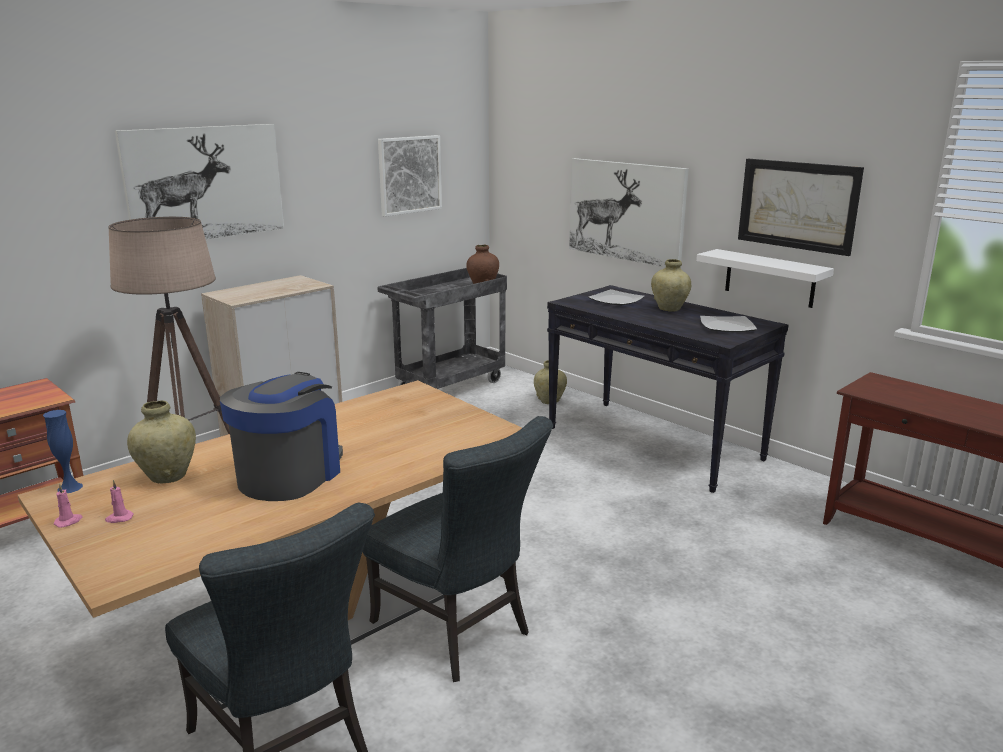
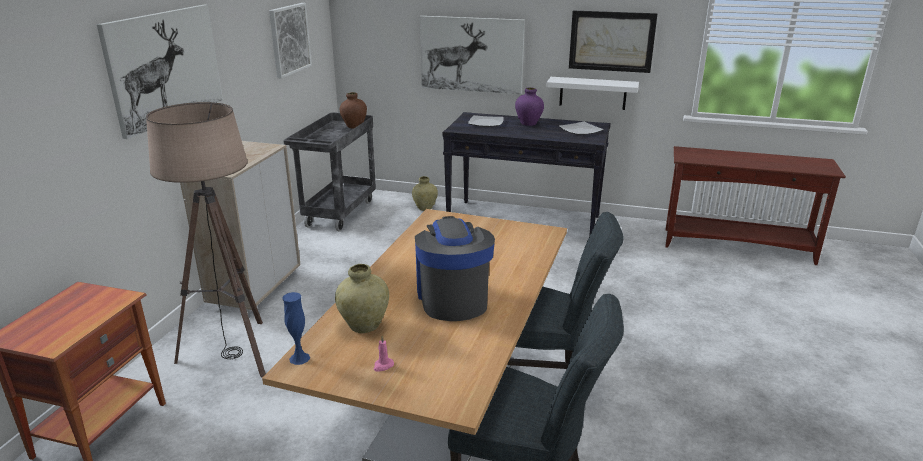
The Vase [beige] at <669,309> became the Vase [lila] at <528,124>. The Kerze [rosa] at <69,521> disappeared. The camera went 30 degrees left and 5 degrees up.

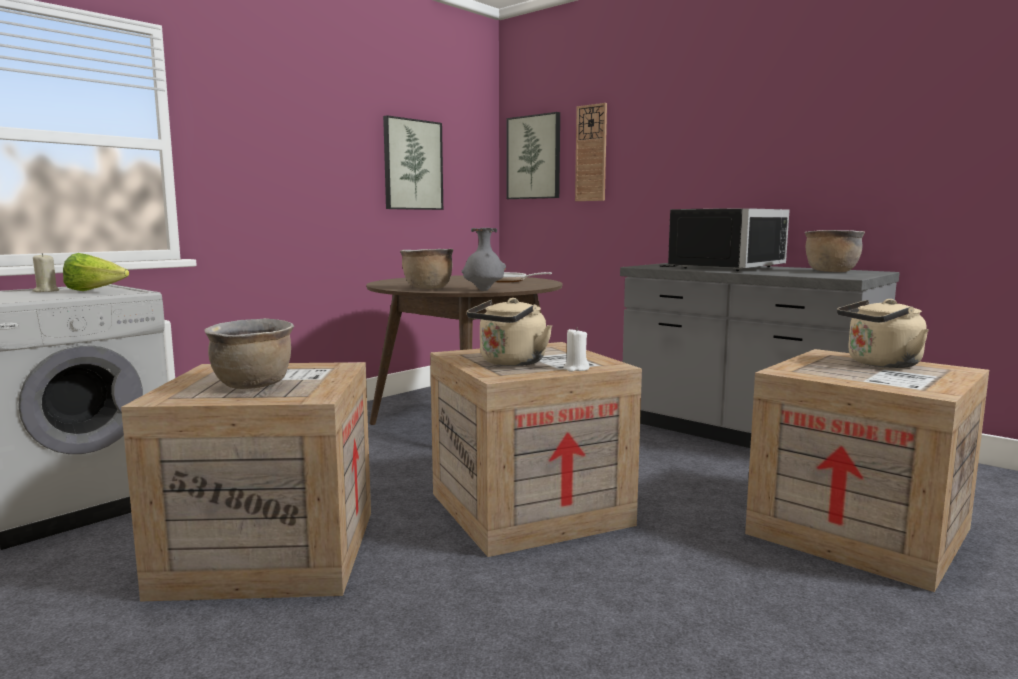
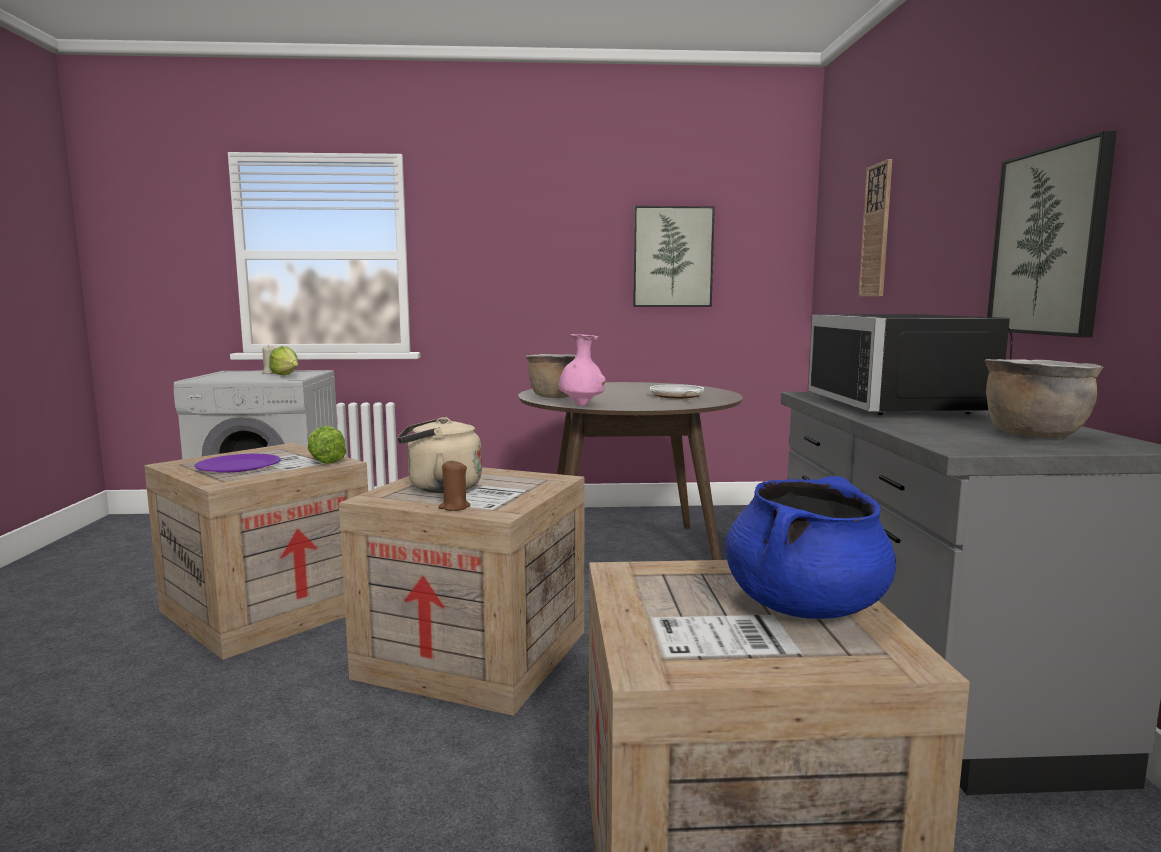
The Bild moved from <534,157> to <1049,242>. The Mikrowelle [schwarz] at <719,267> turned 90 degrees clockwise. The Vase [grau] at <483,290> became the Vase [rosa] at <582,405>. The Wasserkessel [beige] at <880,364> was replaced by the Kochtopf [blau] at <805,606>. The Kochtopf [braun] at <253,385> was replaced by the Teller [lila] at <239,466>. The Kerze [weiß] at <575,369> became the Kerze [braun] at <454,507>. The Salatkopf at <324,461> appeared. The camera went 45 degrees right and 0 degrees up.

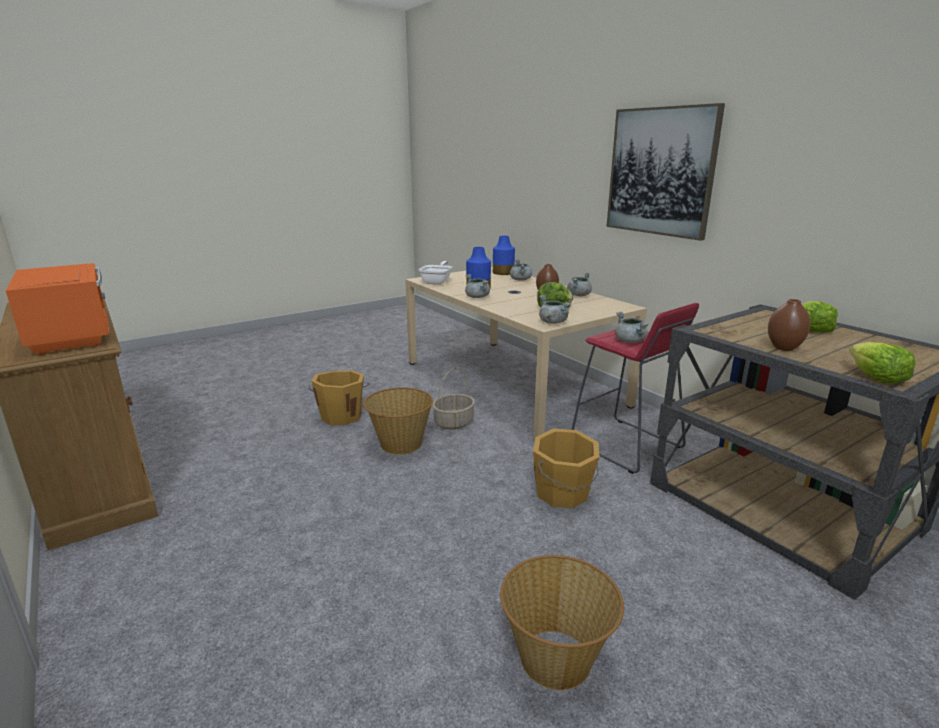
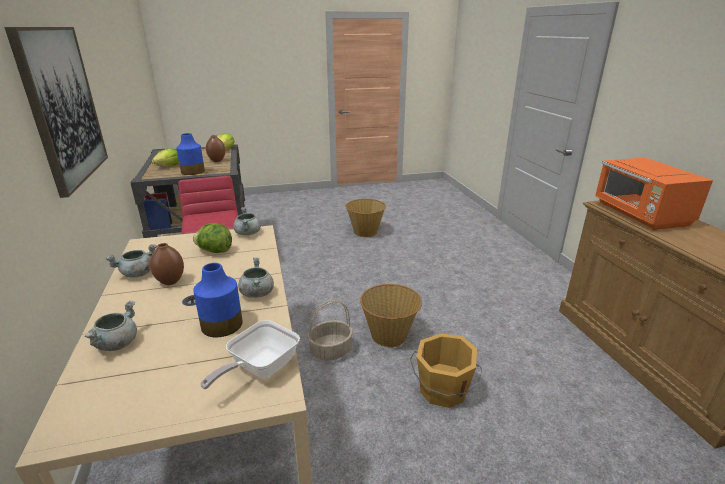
The Vase [blau] moved from <503,272> to <192,171>. The Kochtopf [grau] at <630,341> disappeared. The Eimer [orange] at <563,493> disappeared. The camera went 160 degrees left and 5 degrees up.

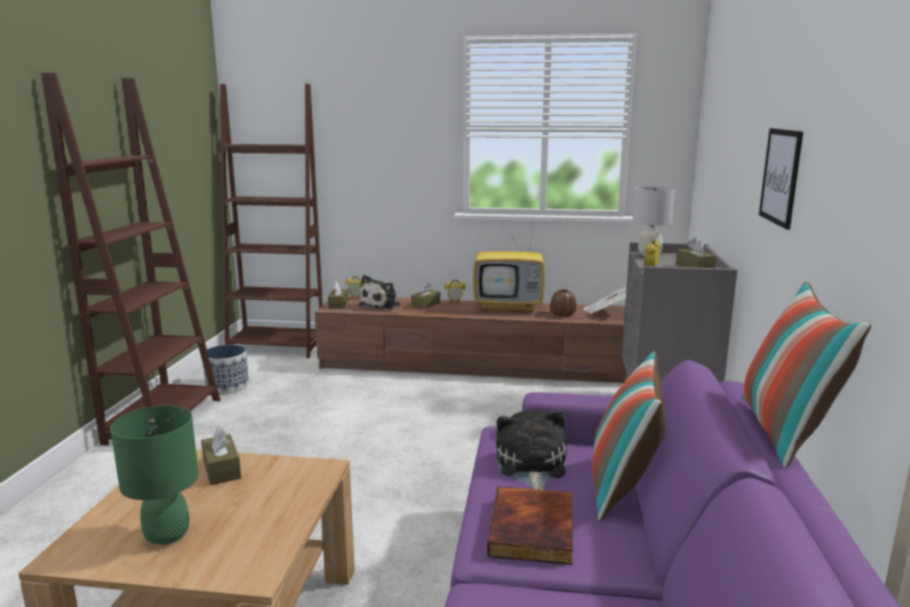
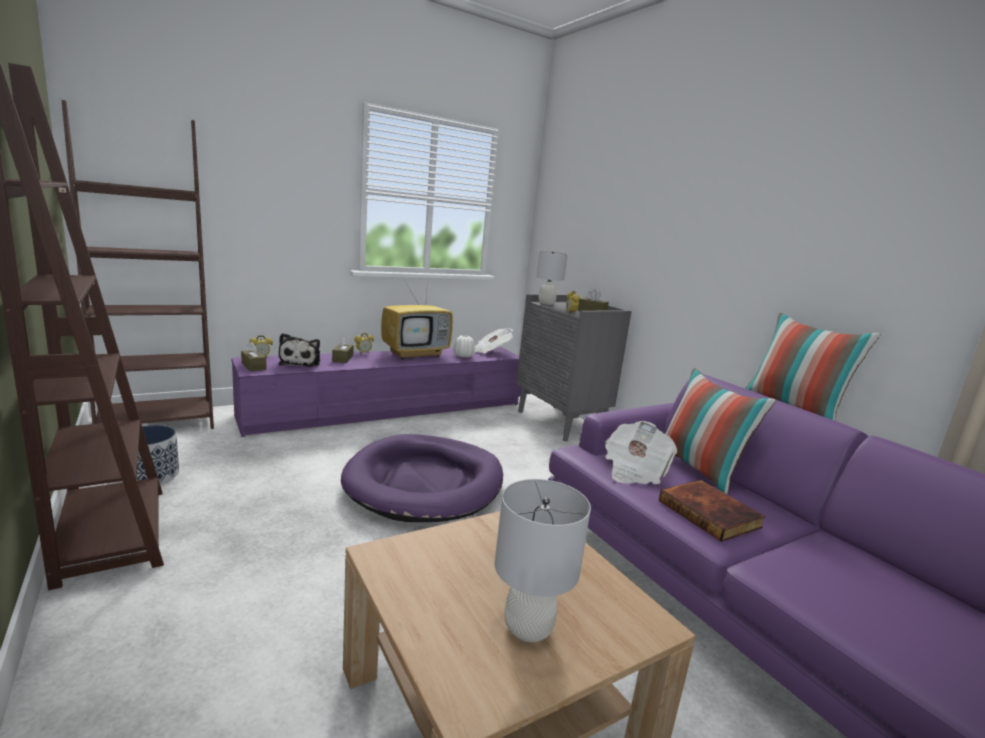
The Bild at <780,176> disappeared. The Vase [braun] at <562,314> became the Vase [weiß] at <463,356>. The Fernsehschrank [braun] at <475,366> became the Fernsehschrank [lila] at <389,409>. The Tischlampe [grün] at <166,536> became the Tischlampe [grau] at <525,629>. The Plüschtier at <530,466> was replaced by the Zeitung at <634,470>. The Taschentuchbox [braun] at <221,469> disappeared. The Hundebett [lila] at <425,483> appeared. The camera went 40 degrees left and 0 degrees up.

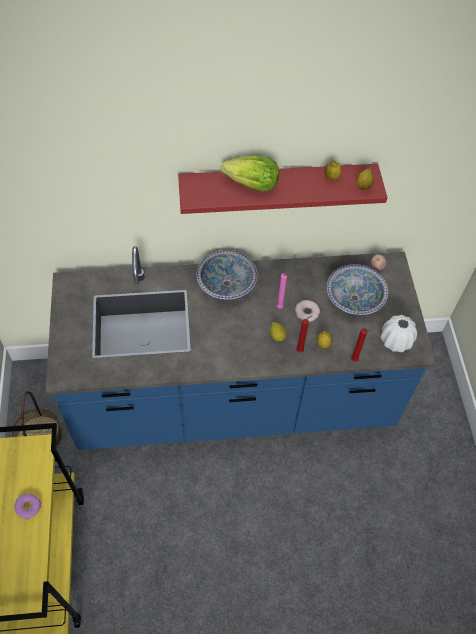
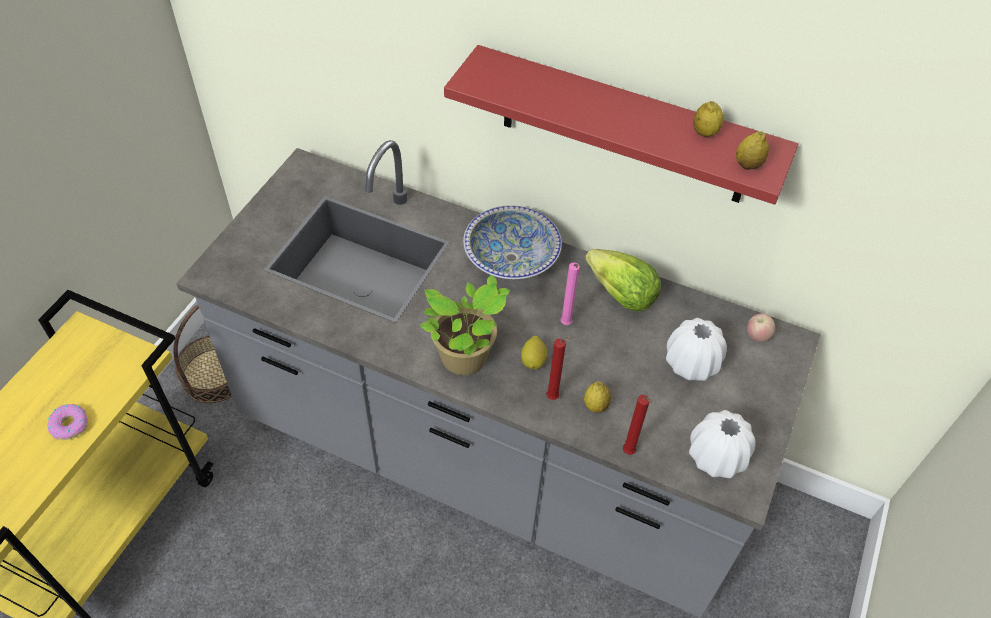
The Salatkopf moved from <252,185> to <621,295>. The Küchenzeile [blau] at <234,399> became the Küchenzeile [grau] at <488,456>. The Schüssel at <355,298> was replaced by the Vase [weiß] at <691,364>. The Donut at <307,312> disappeared. The Topfpflanze at <465,360> appeared. The camera went 30 degrees right and 5 degrees down.

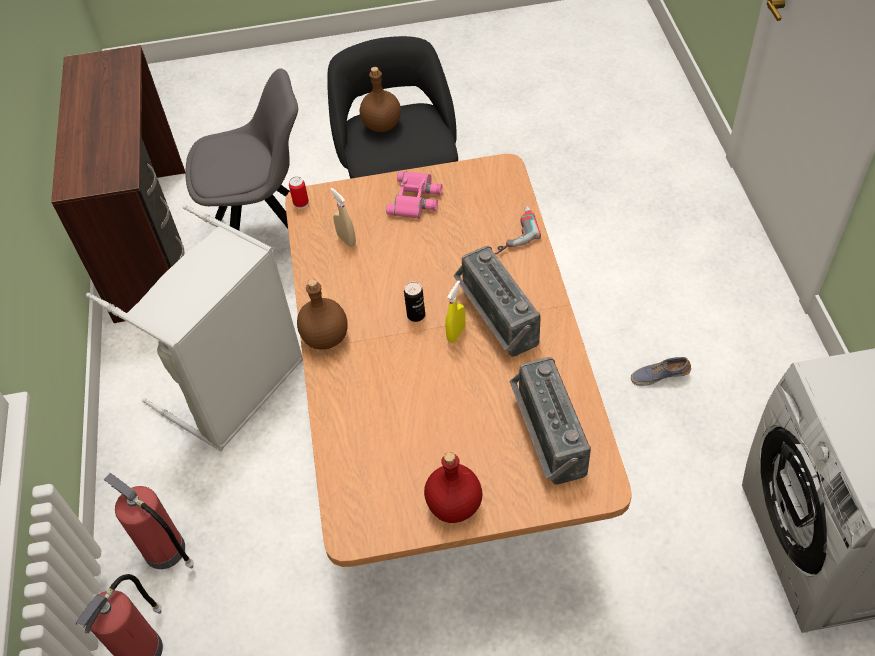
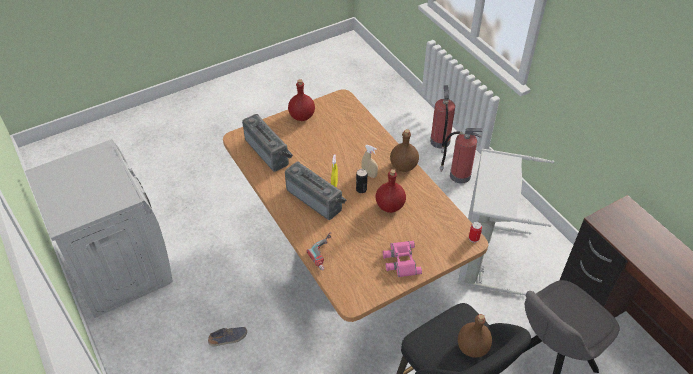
The Sprühflasche [beige] moved from <346,240> to <369,174>. The Flasche [rot] at <390,206> appeared. The camera went 155 degrees right and 5 degrees down.

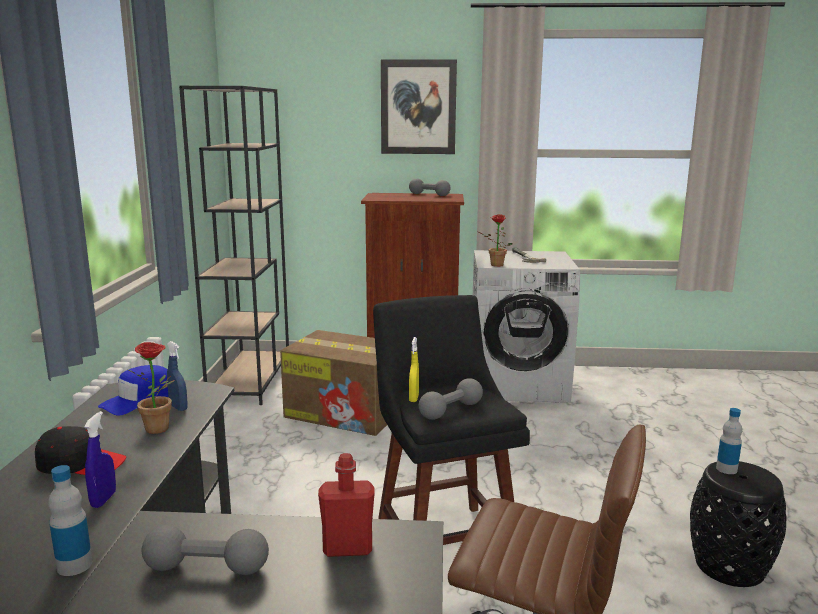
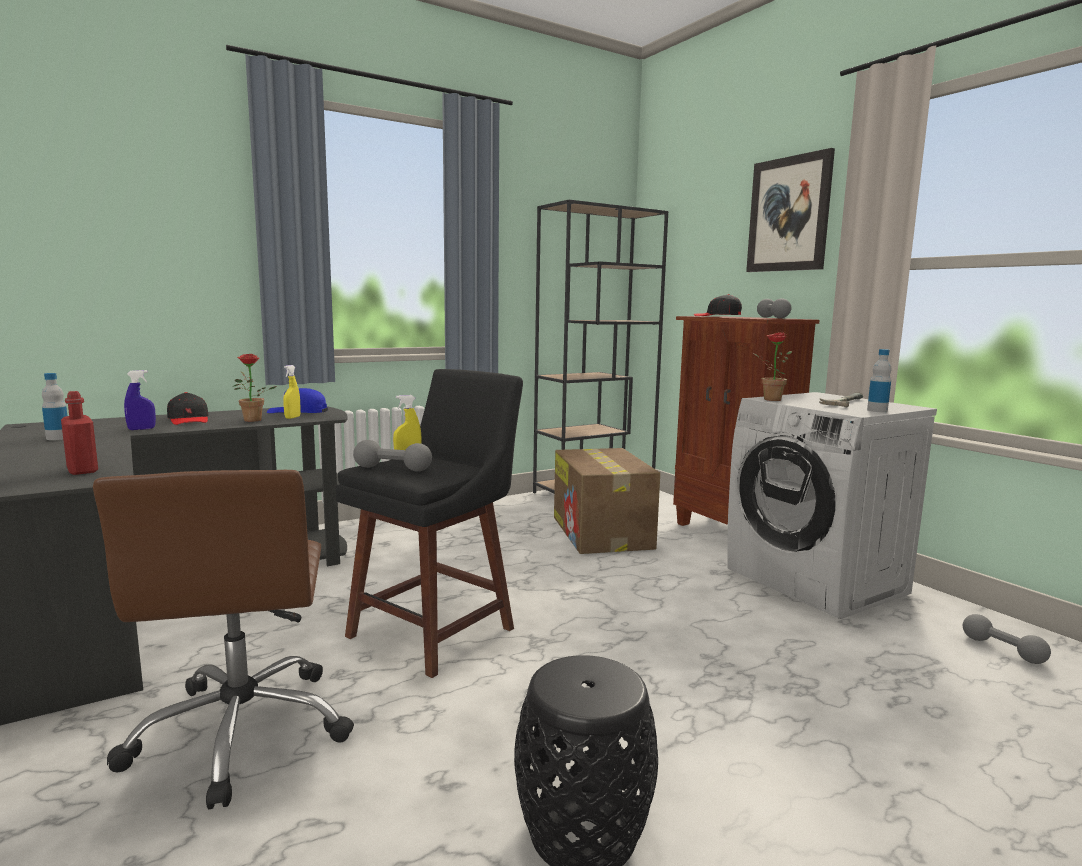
The Sprühflasche [blau] at <178,407> became the Sprühflasche [gelb] at <292,417>. The Flasche moved from <726,469> to <877,410>. The Hantel [grau] moved from <207,568> to <1002,650>. The Kappe [schwarz] at <717,316> appeared. The camera went 55 degrees right and 5 degrees down.

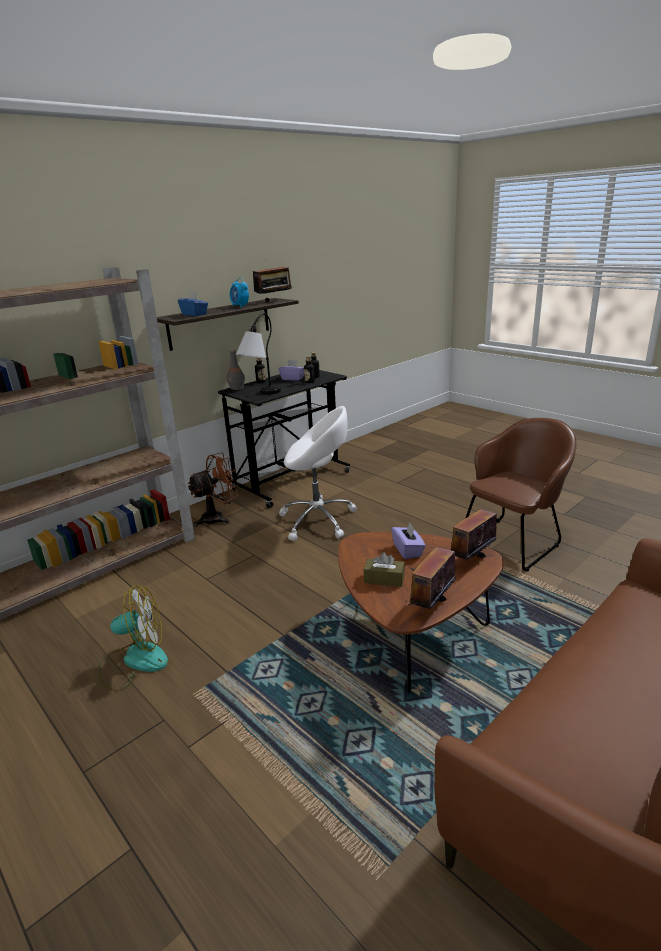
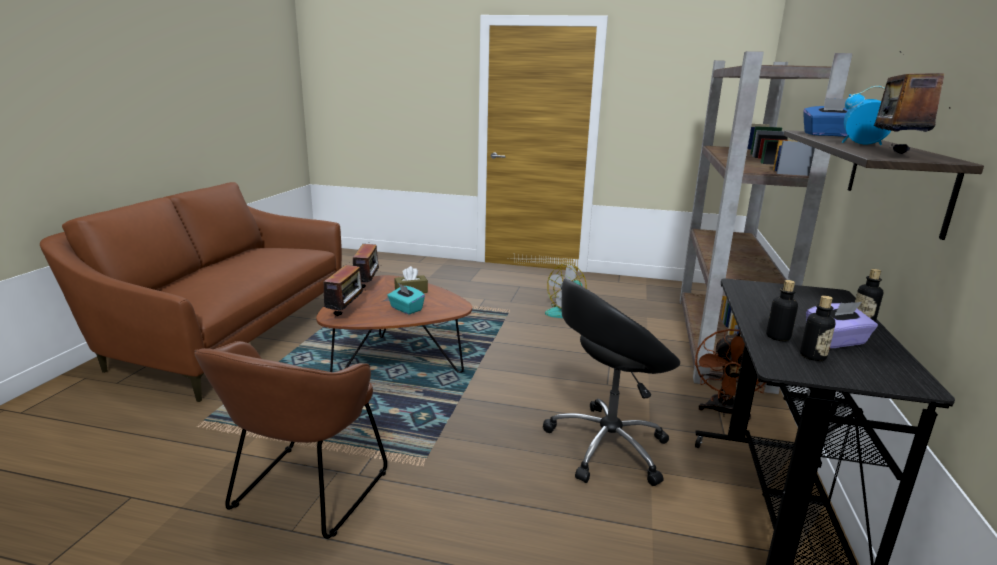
The Tischlampe at <261,395> disappeared. The Flasche [grau] at <237,388> disappeared. The Bürostuhl [weiß] at <319,520> became the Bürostuhl [schwarz] at <604,447>. The Taschentuchbox [lila] at <408,550> became the Taschentuchbox [türkis] at <406,309>. The camera went 145 degrees right and 5 degrees down.

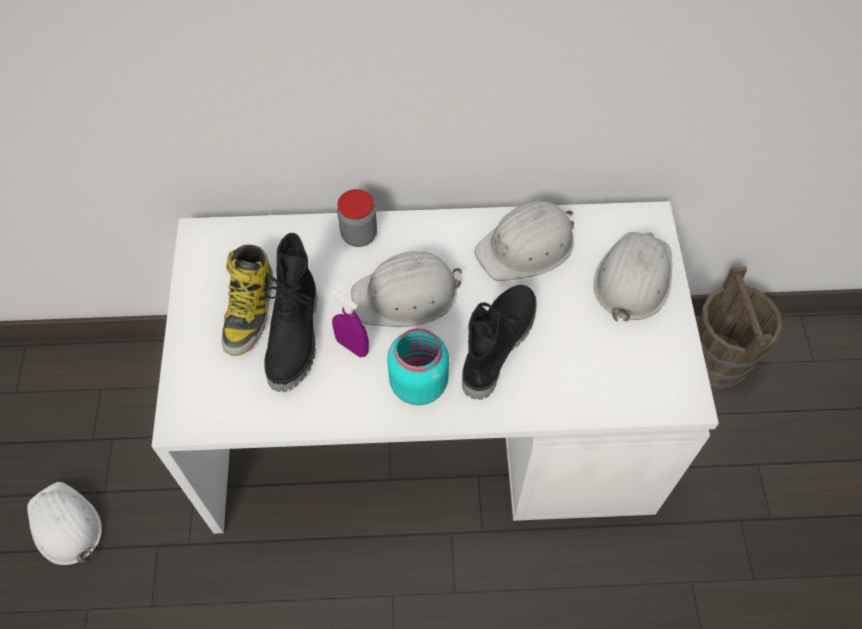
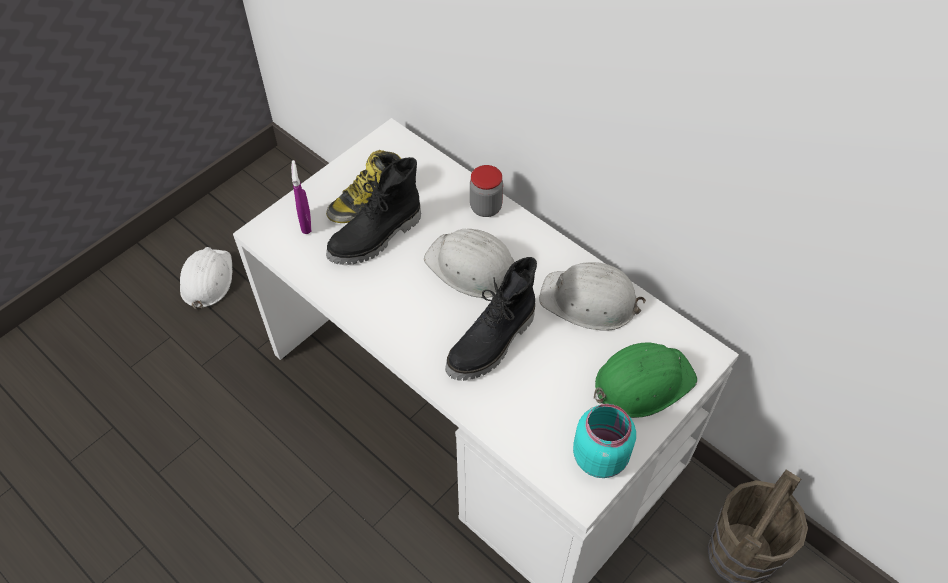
The Schutzhelm [weiß] at <633,278> became the Schutzhelm [grün] at <642,382>. The Stiefel [schwarz] at <496,345> turned 150 degrees clockwise. The Sprühflasche [lila] moved from <352,346> to <306,223>. The Vorratsglas [türkis] moved from <418,382> to <600,456>. The camera went 45 degrees right and 5 degrees down.

